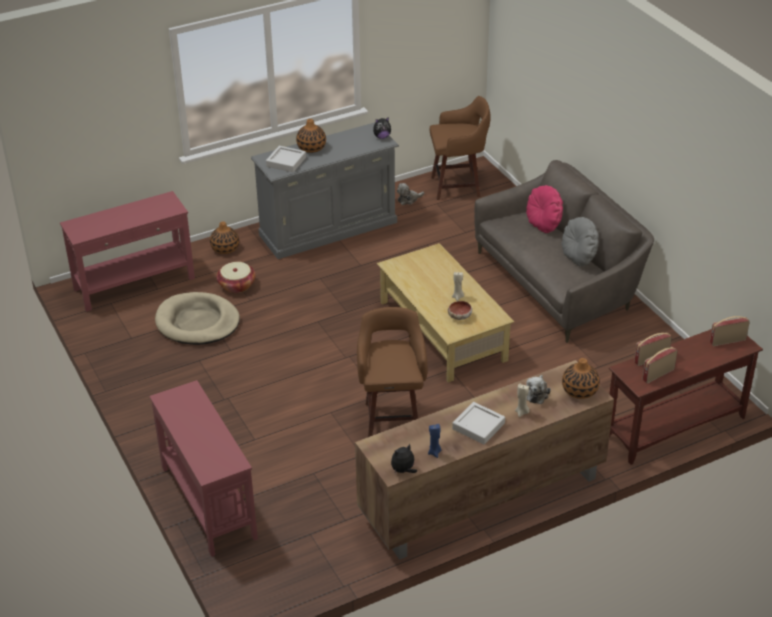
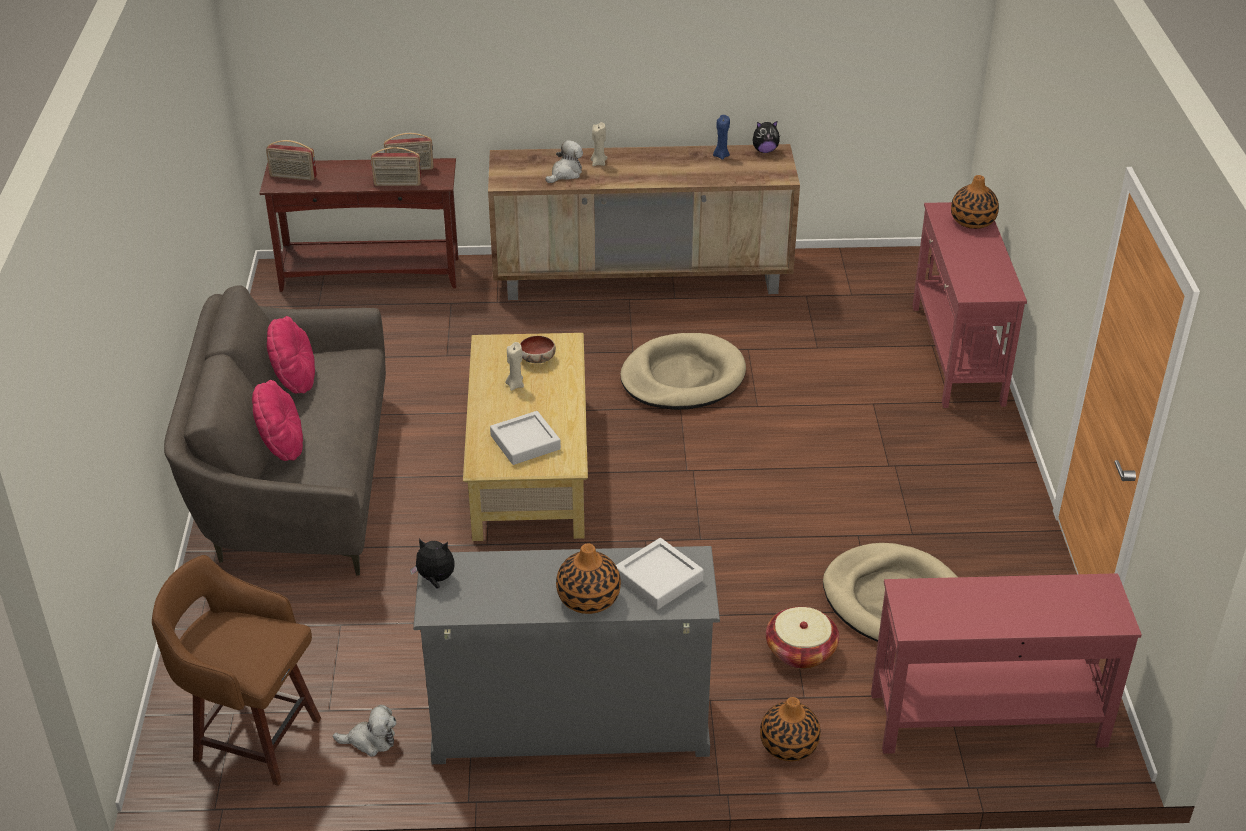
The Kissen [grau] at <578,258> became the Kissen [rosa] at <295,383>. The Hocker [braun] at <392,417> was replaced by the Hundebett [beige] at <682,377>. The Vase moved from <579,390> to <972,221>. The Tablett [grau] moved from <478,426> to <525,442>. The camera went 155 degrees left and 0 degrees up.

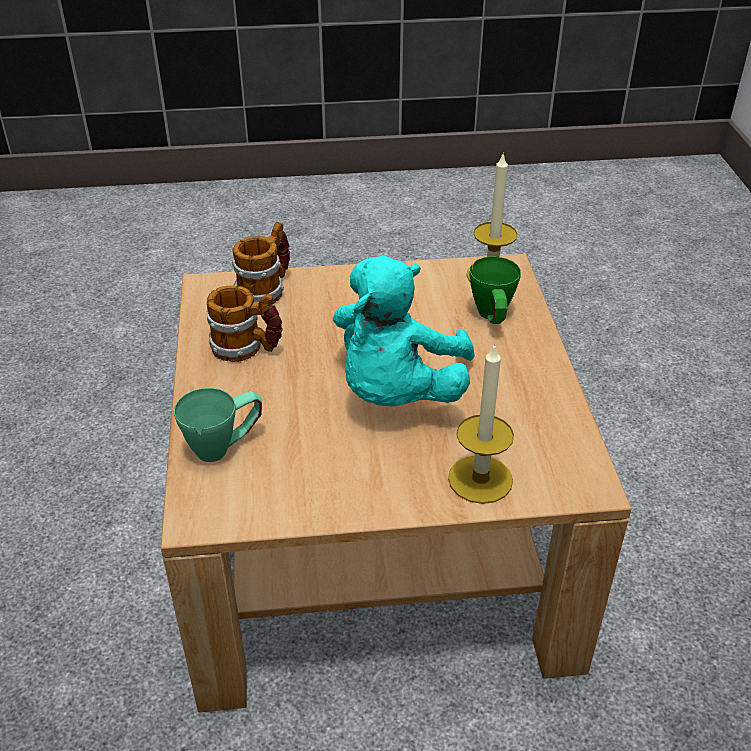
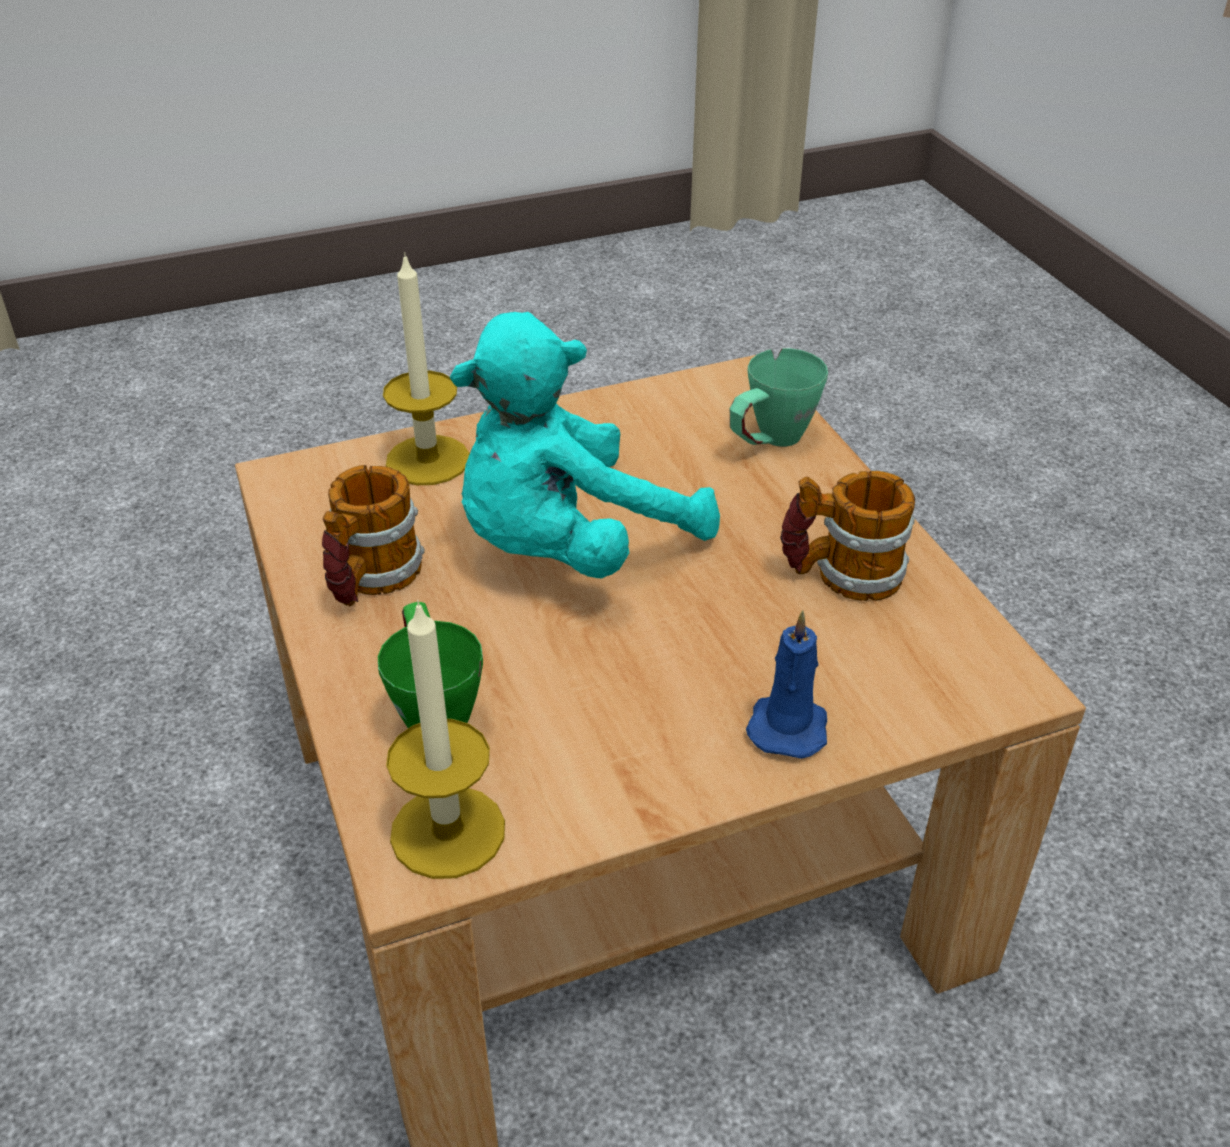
The Henkelbecher moved from <266,289> to <371,580>. The Plüschtier [türkis] at <397,392> turned 135 degrees counterclockwise. The Kerze [blau] at <788,725> appeared. The camera went 165 degrees right and 0 degrees up.

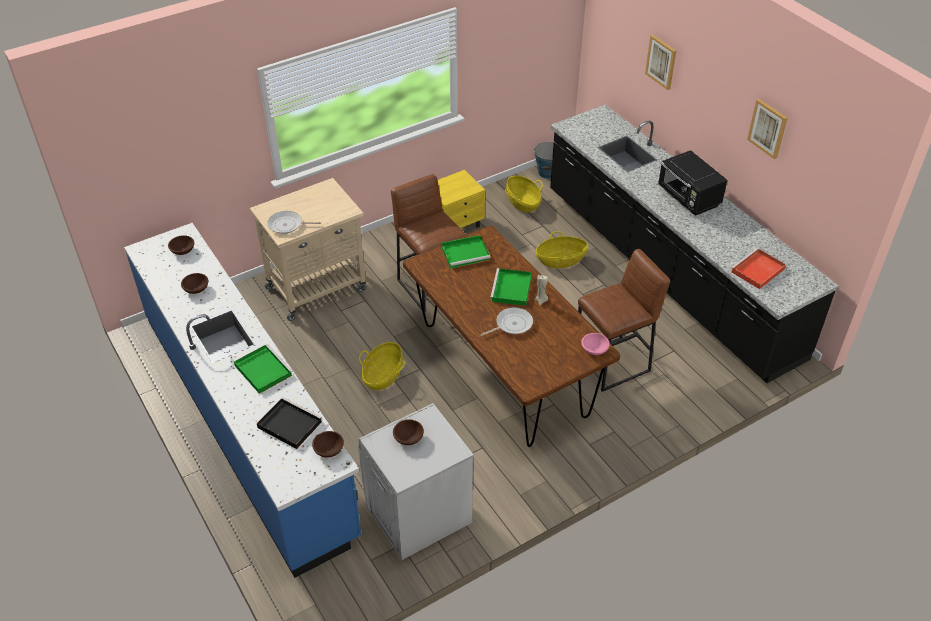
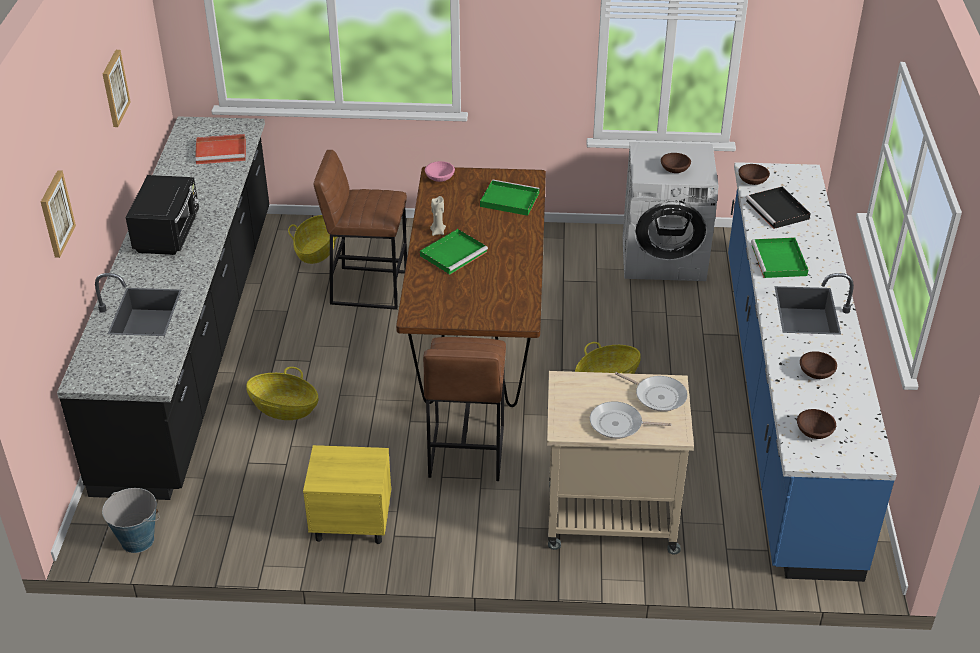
The Korb moved from <523,202> to <316,251>. The Tablett [grün] moved from <466,253> to <508,200>. The Pfanne moved from <512,324> to <619,424>. The camera went 145 degrees left and 5 degrees down.

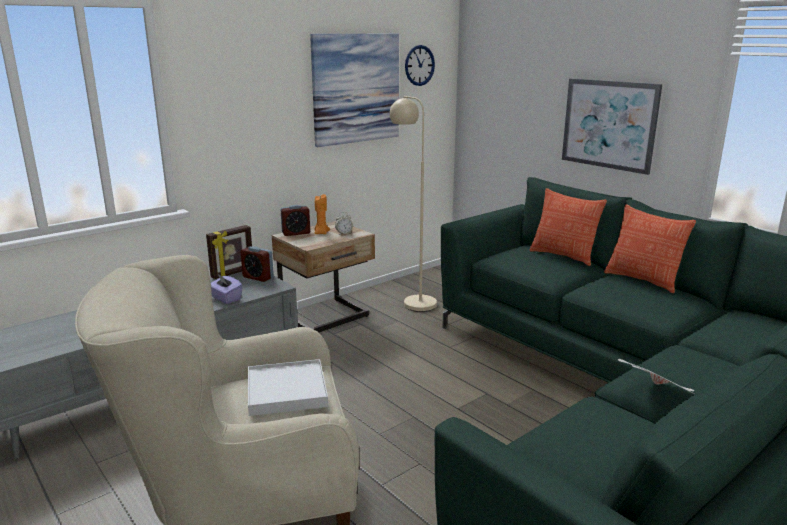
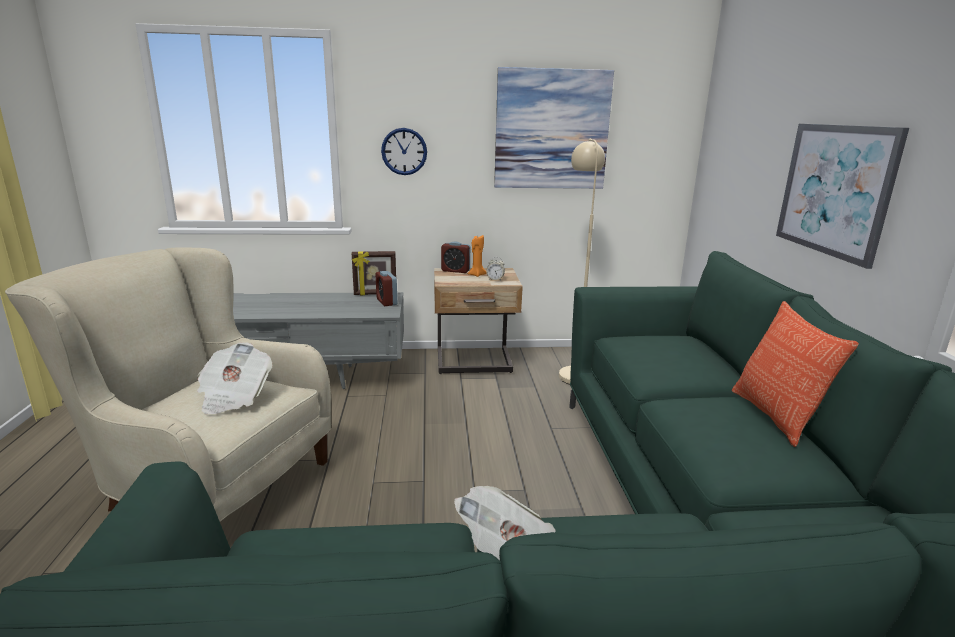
The Wanduhr moved from <419,65> to <404,151>. The Kissen [orange] at <563,256> disappeared. The Taschentuchbox [lila] at <226,298> disappeared. The Tablett [weiß] at <287,391> was replaced by the Zeitung at <234,396>. The camera went 35 degrees right and 0 degrees up.

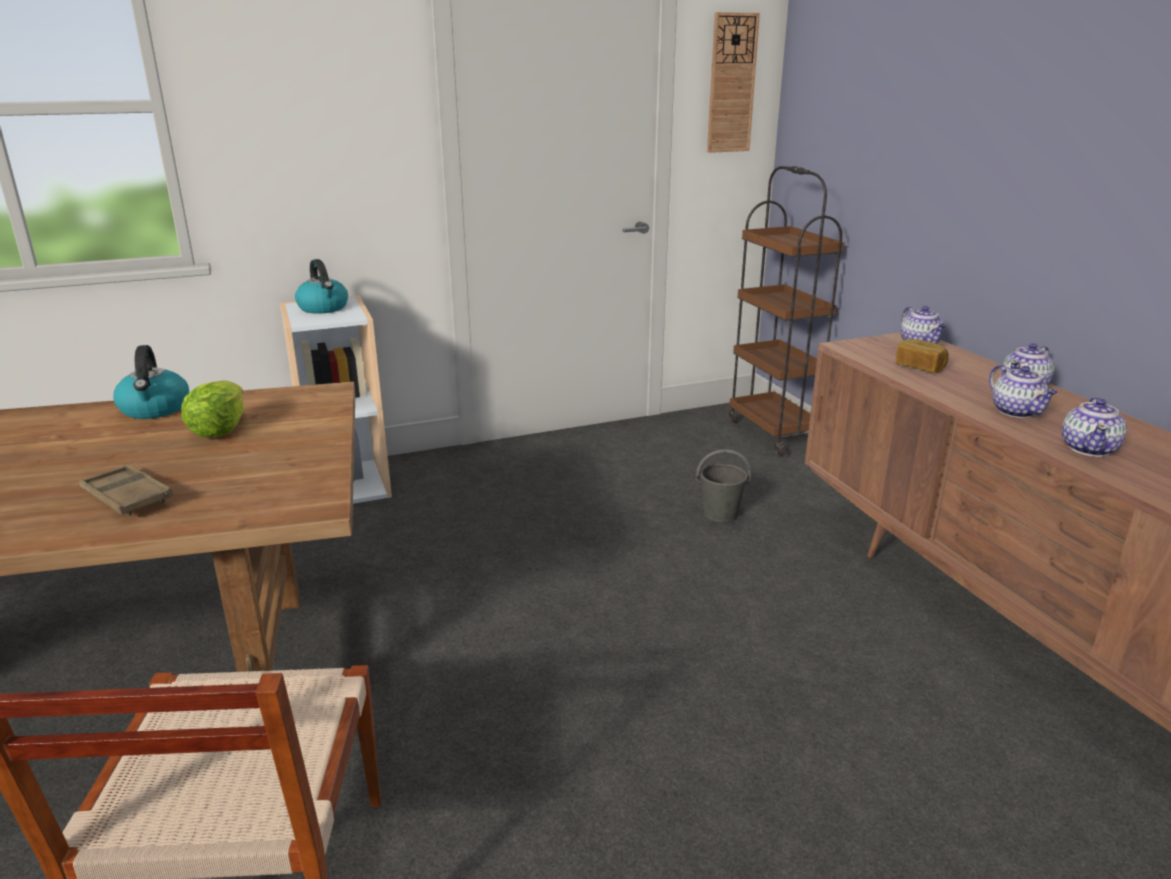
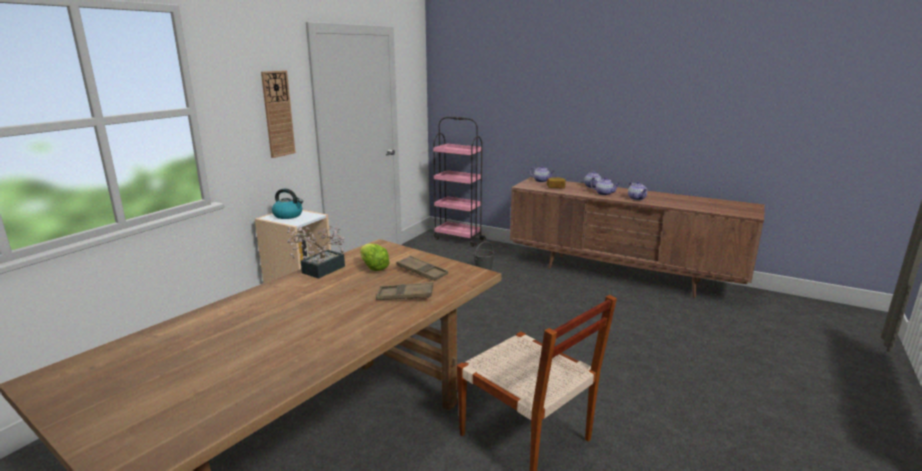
The Wanduhr moved from <731,84> to <278,114>. The Rollwagen [braun] at <773,434> became the Rollwagen [rosa] at <458,239>. The Wasserkessel at <155,409> was replaced by the Topfpflanze at <319,271>. The Tablett [braun] at <422,272> appeared. The camera went 40 degrees left and 5 degrees down.

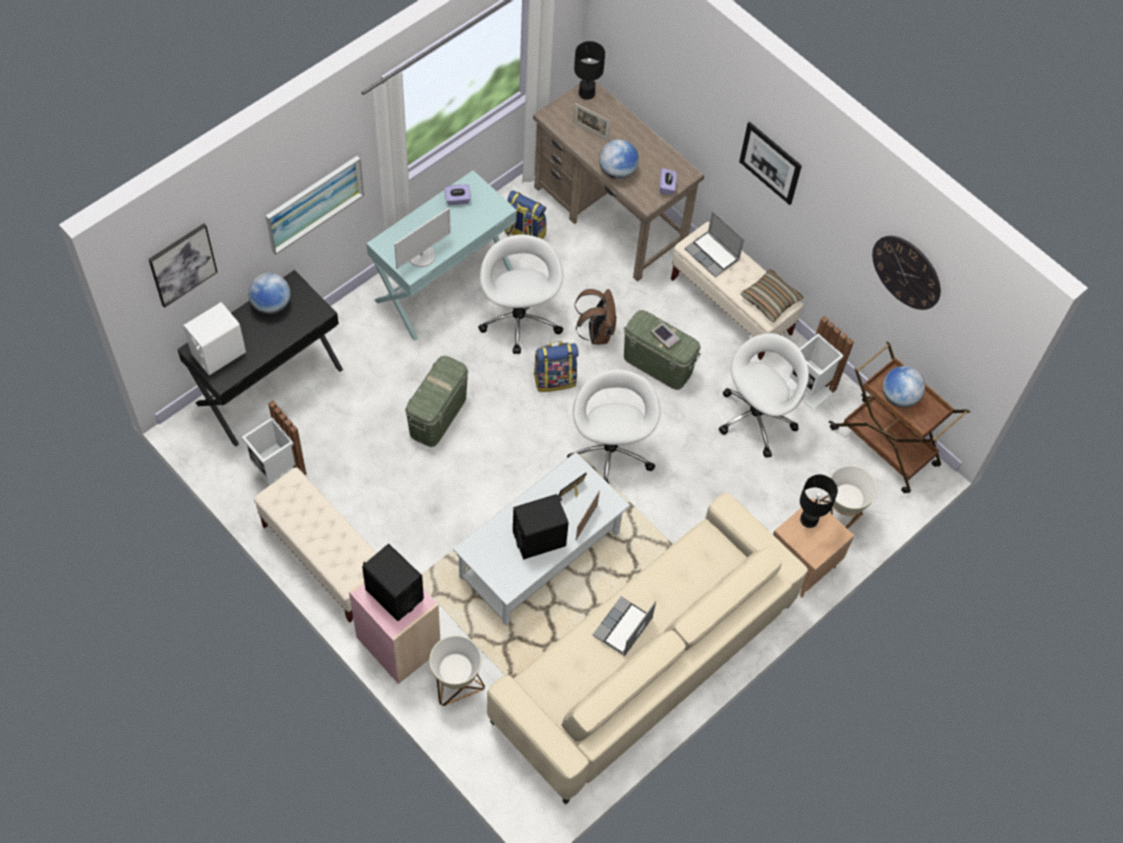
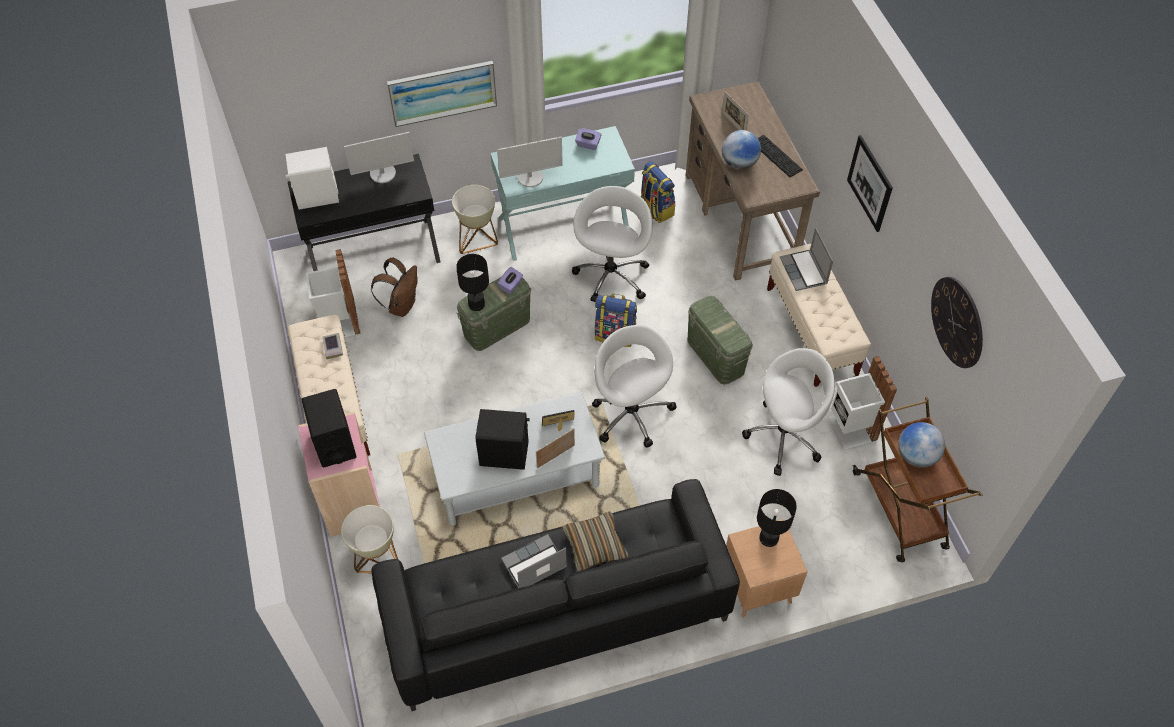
The Tischlampe [schwarz] moved from <587,93> to <477,304>. The Taschentuchbox [lila] moved from <667,186> to <511,285>. The Bild at <182,264> disappeared. The Kissen moved from <770,300> to <594,545>. The Globus at <271,304> was replaced by the Monitor at <383,173>. The Rucksack [braun] moved from <596,332> to <401,305>. The Buch moved from <665,337> to <333,347>. The Bürostuhl [weiß] at <610,452> turned 60 degrees counterclockwise. The Pflanzkübel moved from <839,518> to <477,241>. The Sofa [beige] at <643,663> became the Sofa [schwarz] at <556,613>. The Tastatur at <776,156> appeared. The camera went 30 degrees right and 5 degrees down.

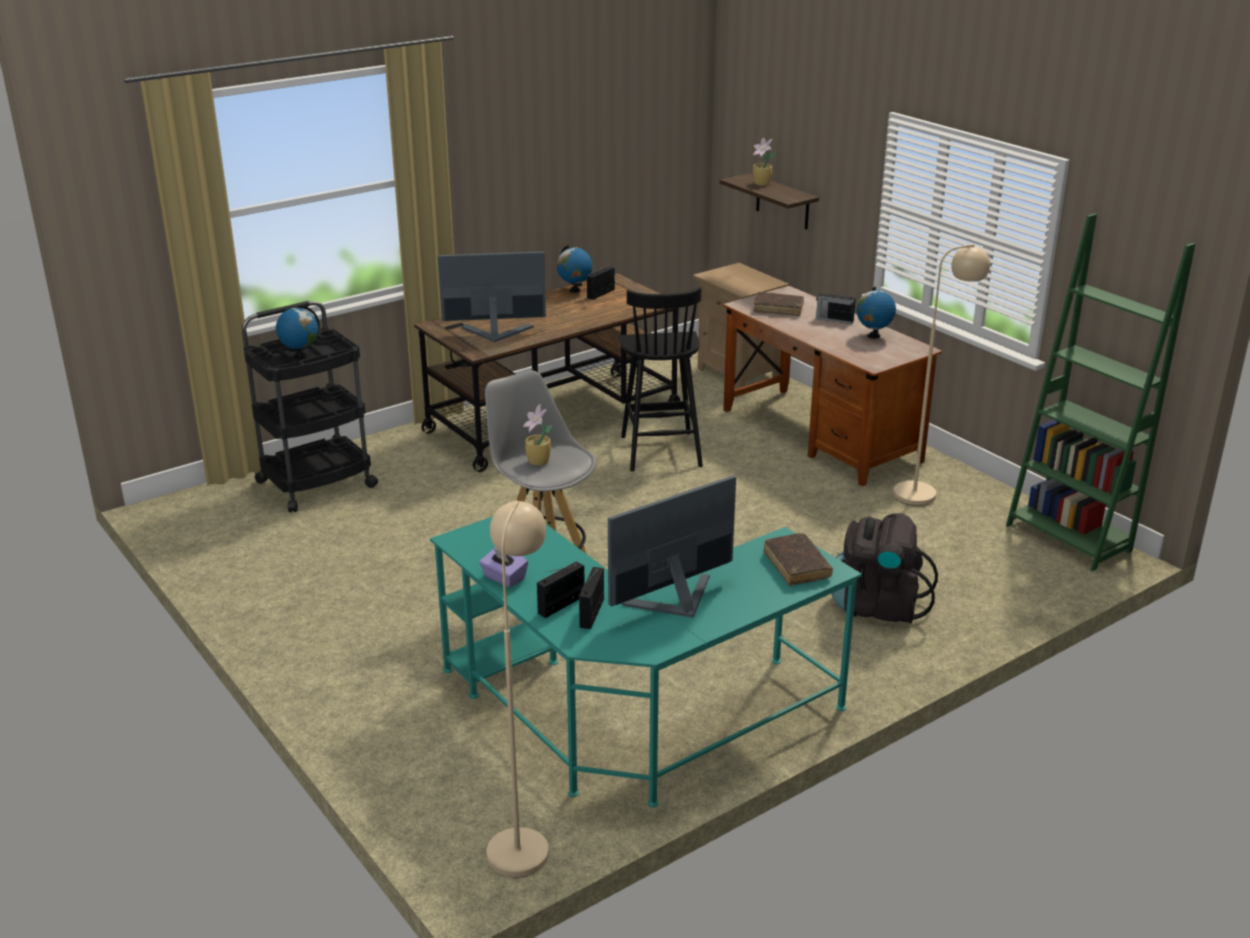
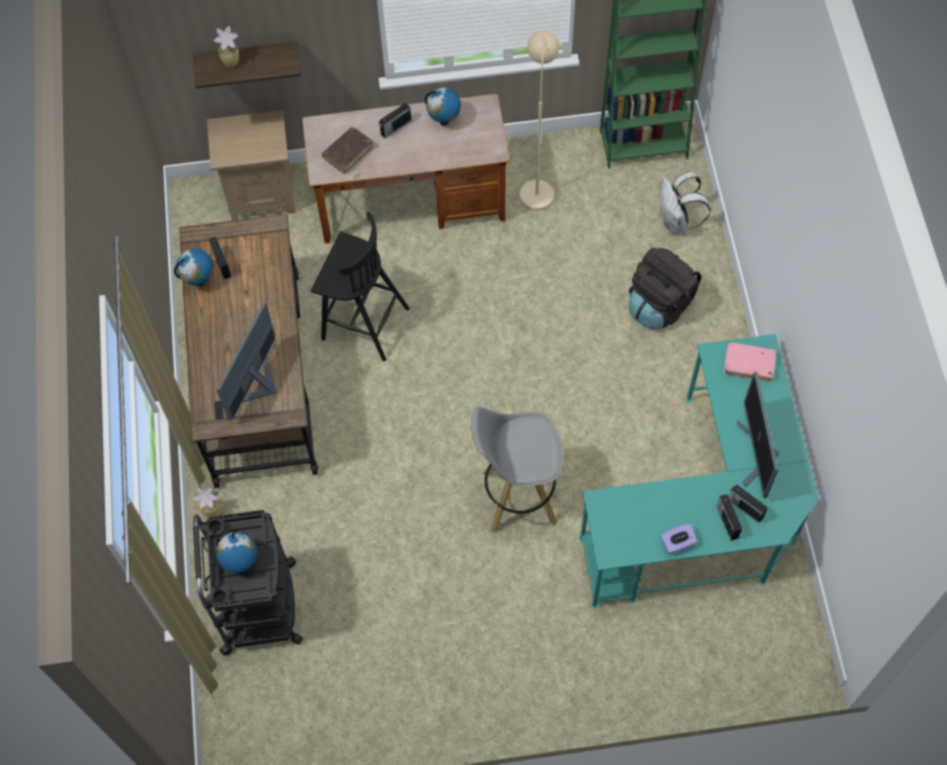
The Topfpflanze moved from <538,462> to <212,510>. The Stehlampe [beige] at <522,841> disappeared. The Buch [braun] at <796,566> became the Buch [rosa] at <749,364>. The Rucksack [weiß] at <676,222> appeared. The camera went 60 degrees left and 35 degrees up.

